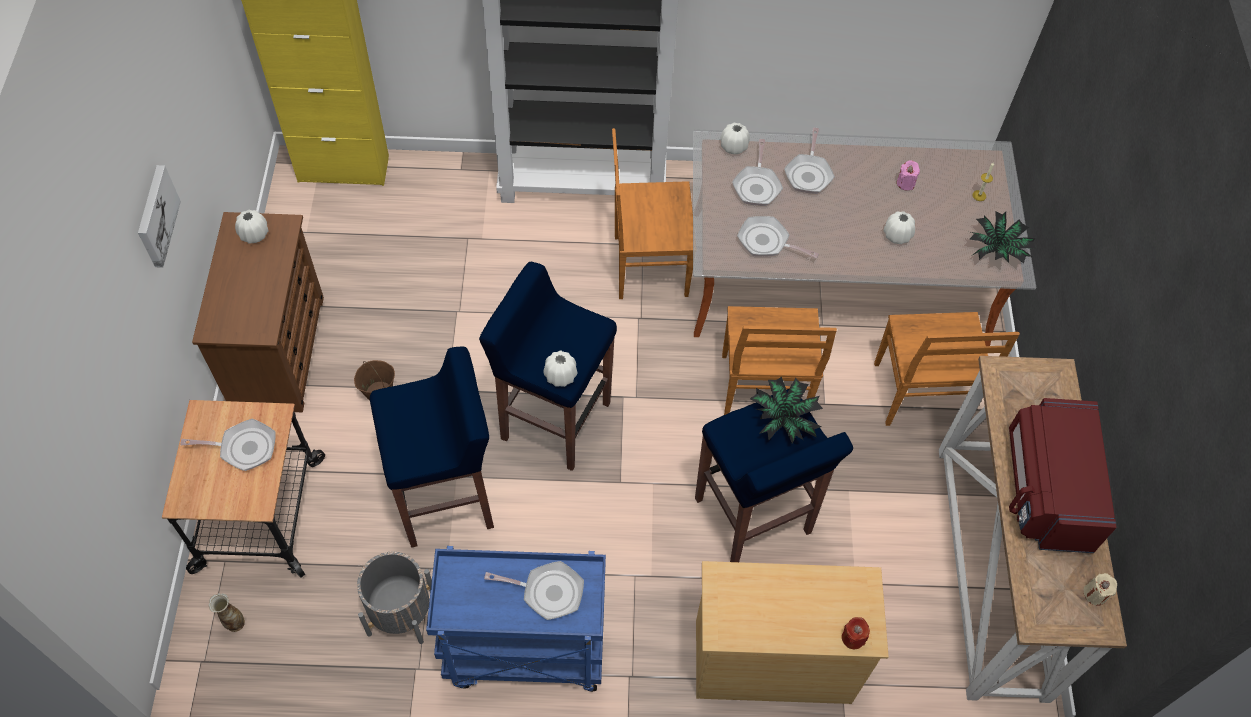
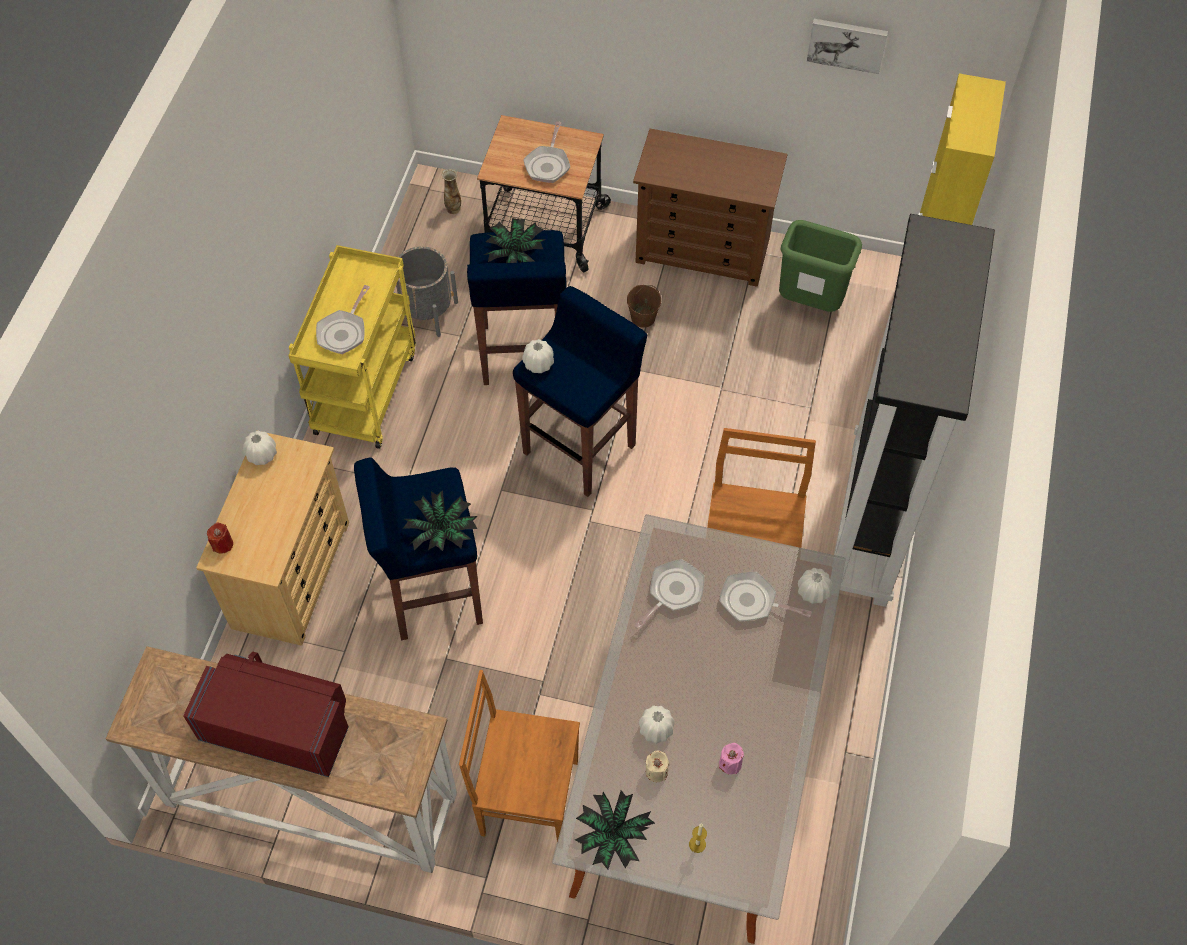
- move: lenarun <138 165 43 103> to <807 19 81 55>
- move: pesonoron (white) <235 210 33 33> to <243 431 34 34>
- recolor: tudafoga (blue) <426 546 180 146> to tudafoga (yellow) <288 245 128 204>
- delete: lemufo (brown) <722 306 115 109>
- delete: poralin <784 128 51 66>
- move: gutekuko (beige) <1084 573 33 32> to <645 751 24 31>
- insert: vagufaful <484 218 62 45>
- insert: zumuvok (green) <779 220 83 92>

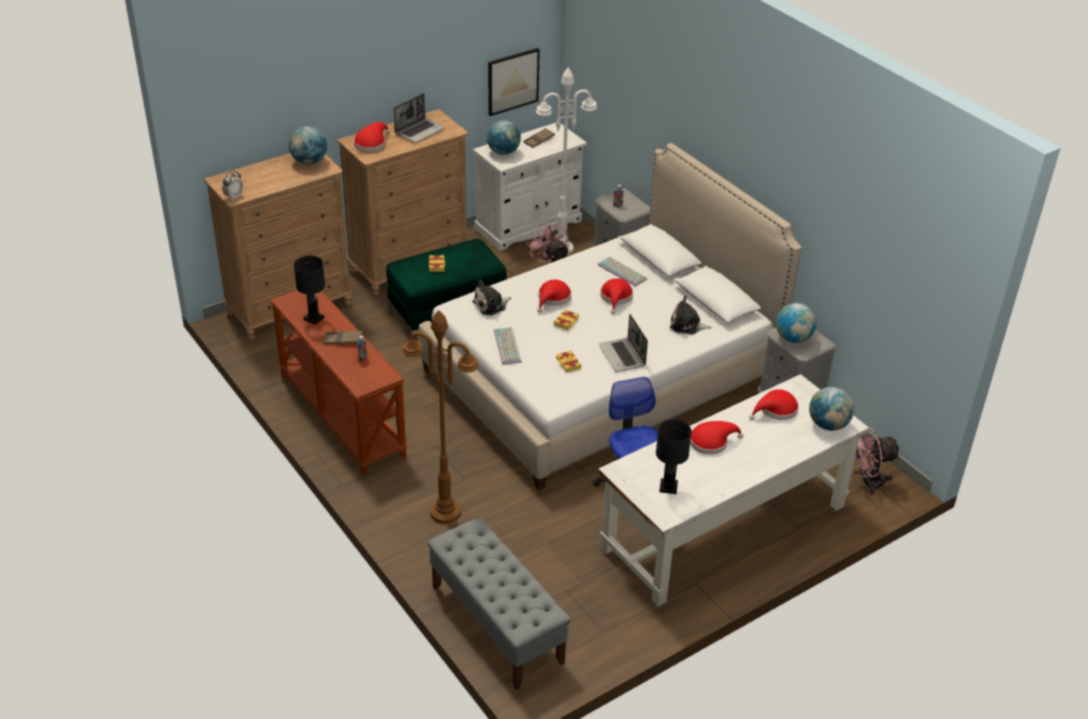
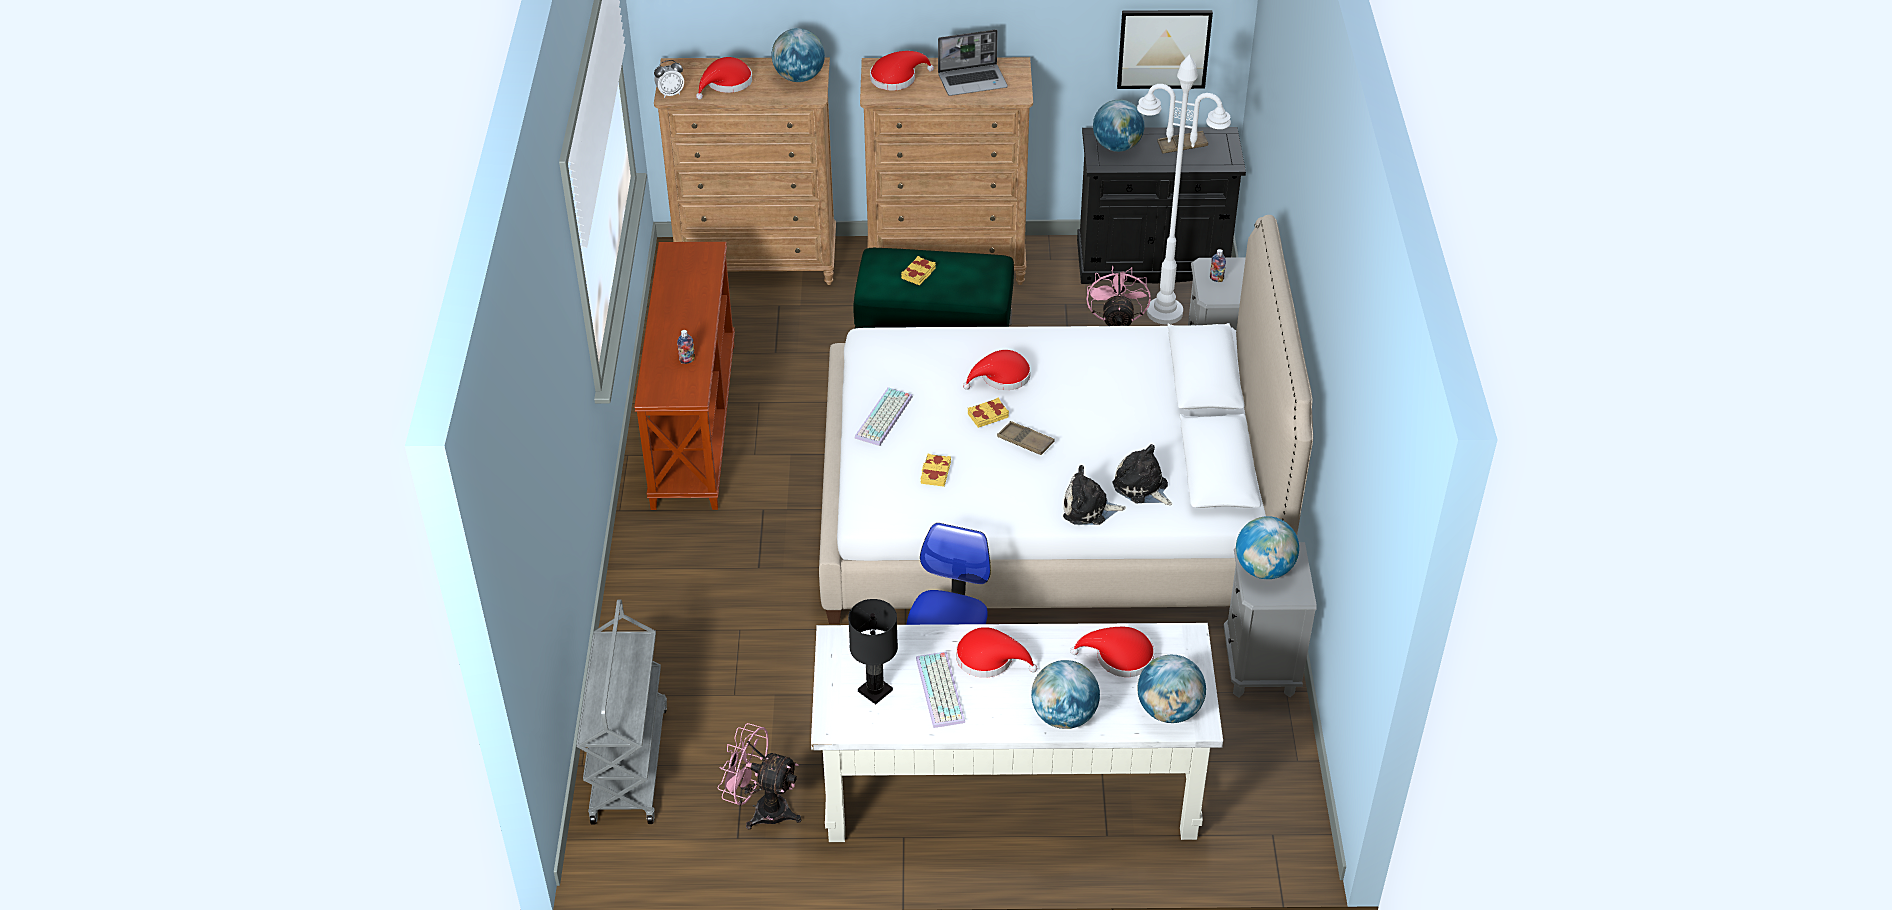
- delete: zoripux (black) <294 256 31 69>
- move: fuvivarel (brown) <323 331 40 13> to <997 421 57 34>
- delete: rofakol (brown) <403 310 76 214>
- replace: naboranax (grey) <428 518 143 172> to tudafoga (grey) <576 600 91 225>
- move: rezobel <472 279 39 37> to <1063 465 63 60>
- recolor: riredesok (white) <473 123 114 128> to riredesok (black) <1077 127 169 157>
- move: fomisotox <598 257 49 30> to <916 651 49 77>
- delete: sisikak <599 314 49 58>
- move: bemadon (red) <600 278 33 36> to <696 57 56 43>
- move: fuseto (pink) <854 427 46 68> to <717 723 84 107>
- insert: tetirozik <1031 660 69 69>

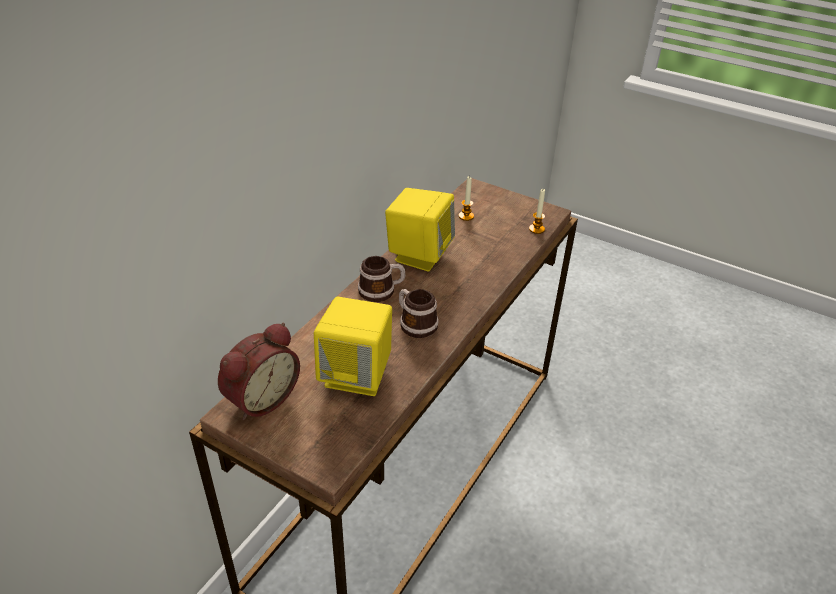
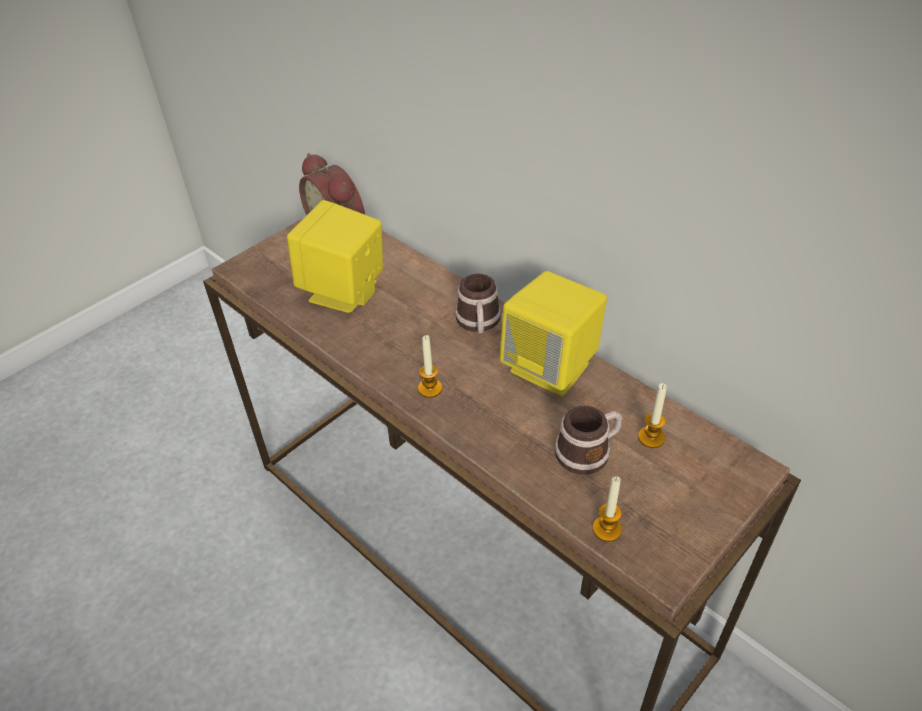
- move: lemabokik <399 289 40 49> to <555 405 67 70>
- insert: gutekuko <418 335 24 63>

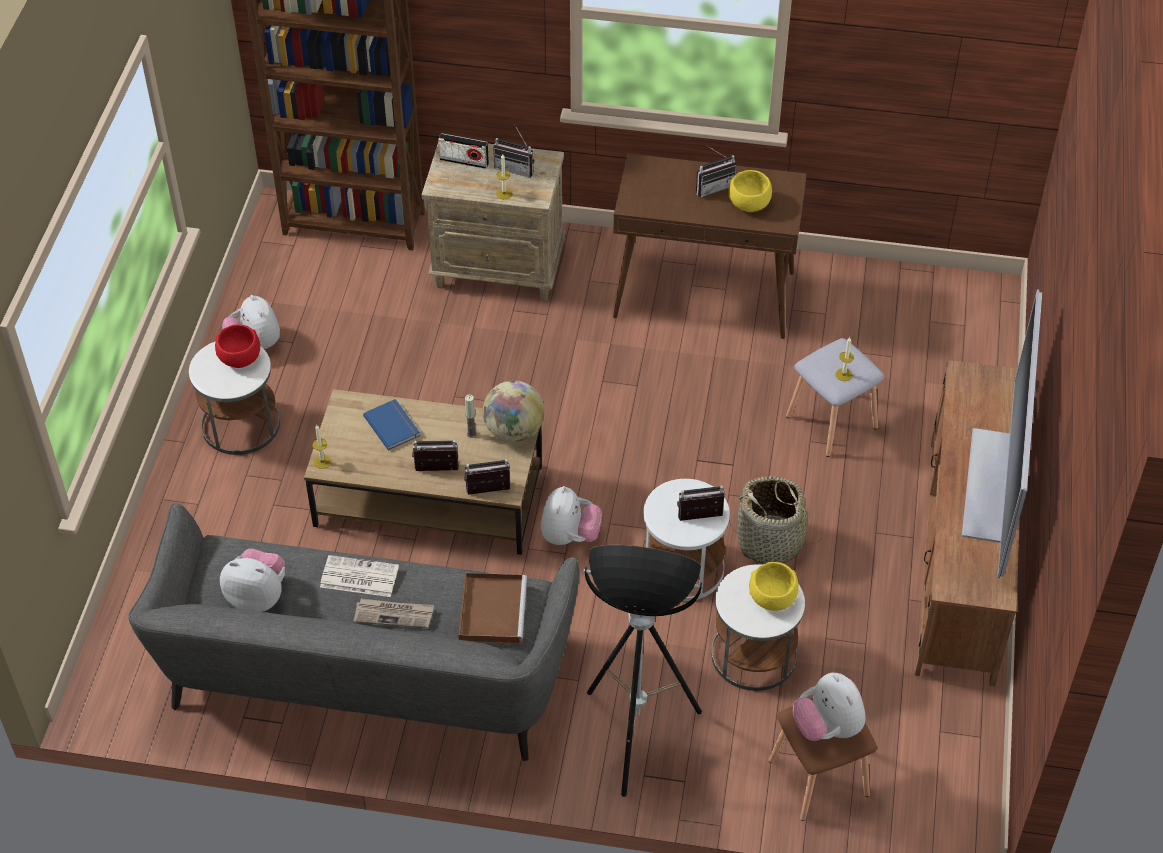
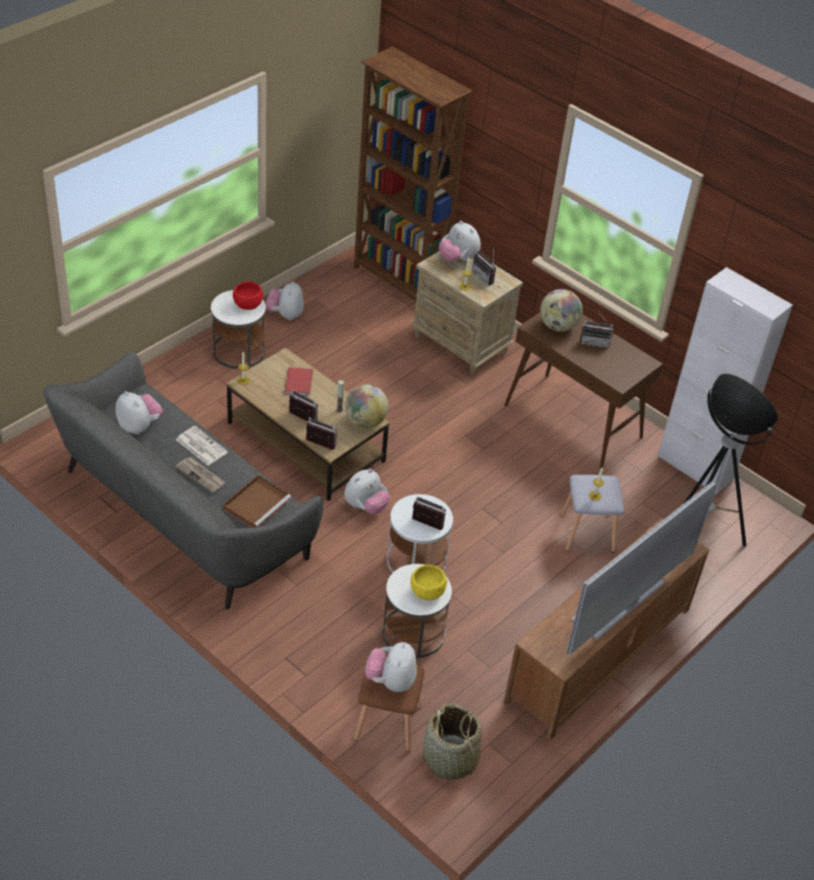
- recolor: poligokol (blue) <363 399 57 51> to poligokol (red) <284 367 29 29>
- replace: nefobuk <438 133 51 36> to rezobel <439 221 42 41>
- move: rofakol <583 545 120 252> to <684 373 94 174>
- delete: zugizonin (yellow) <728 170 44 42>
- move: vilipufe <730 476 90 88> to <423 703 59 77>
- insert: tetirozik <540 289 43 43>
- insert: riredesok (white) <657 267 136 228>

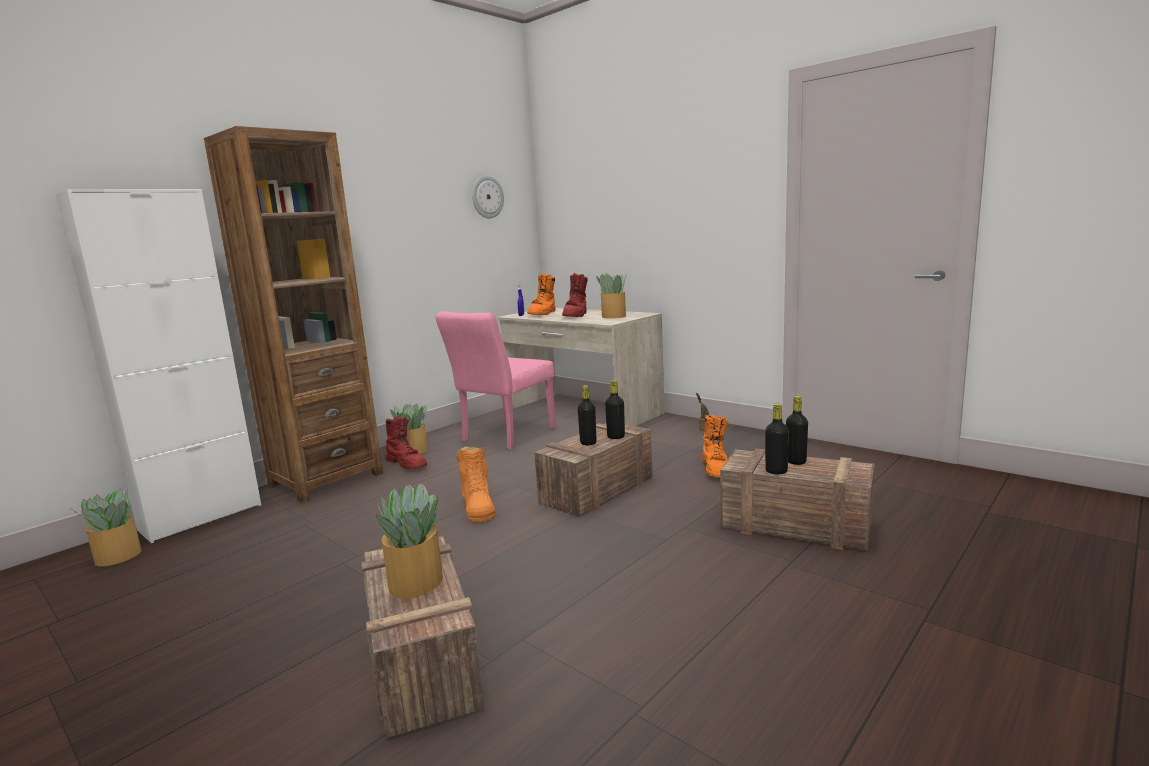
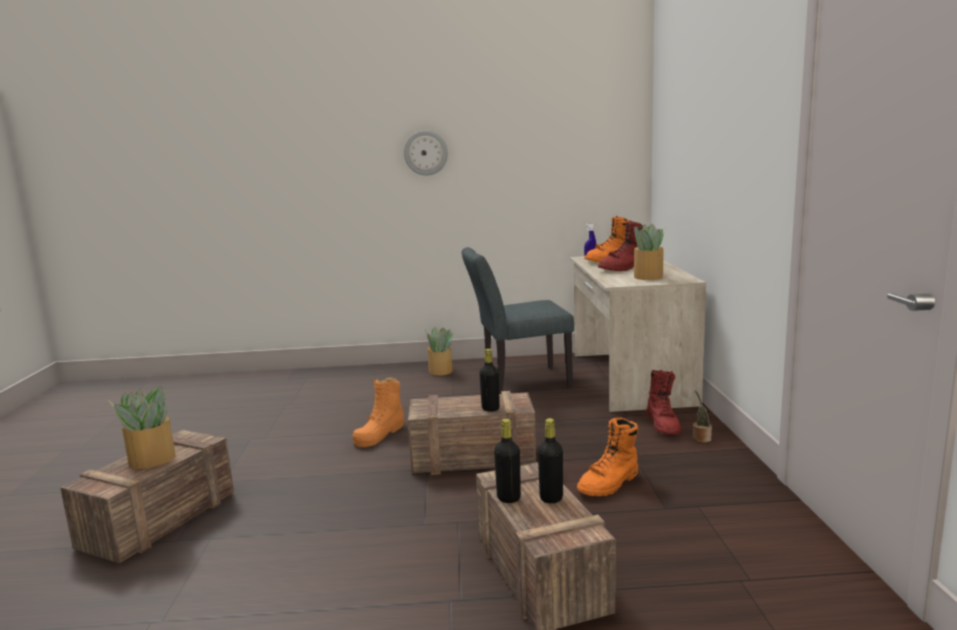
- delete: riredesok (white) <56 189 205 354>
- delete: vagufaful <73 489 68 77>
- delete: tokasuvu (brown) <204 126 179 377>
- move: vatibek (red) <386 416 41 53> to <646 370 35 64>
- recolor: lemufo (pink) <436 312 120 137> to lemufo (grey) <462 247 112 147>
- move: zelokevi <472 176 32 42> to <404 130 44 46>
- delete: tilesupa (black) <578 385 19 60>

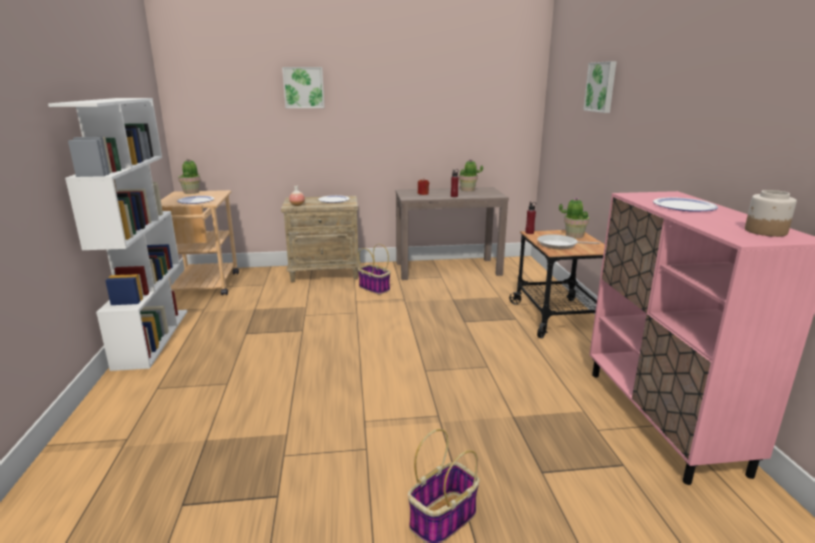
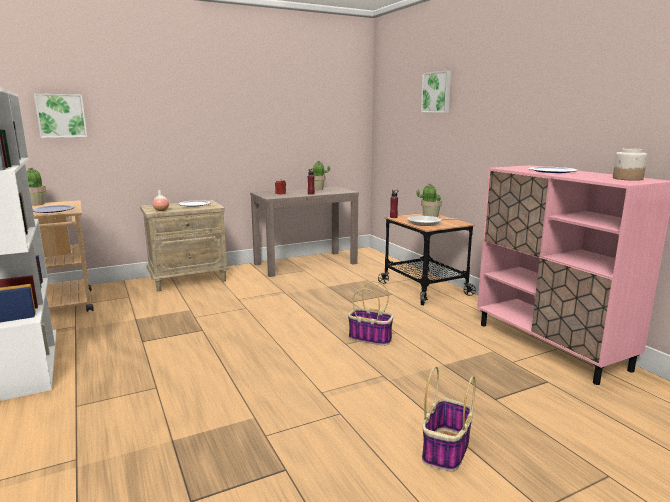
- move: lenarun <282 67 43 41> to <34 94 53 44>
- move: vilipufe <358 244 33 50> to <348 281 46 65>

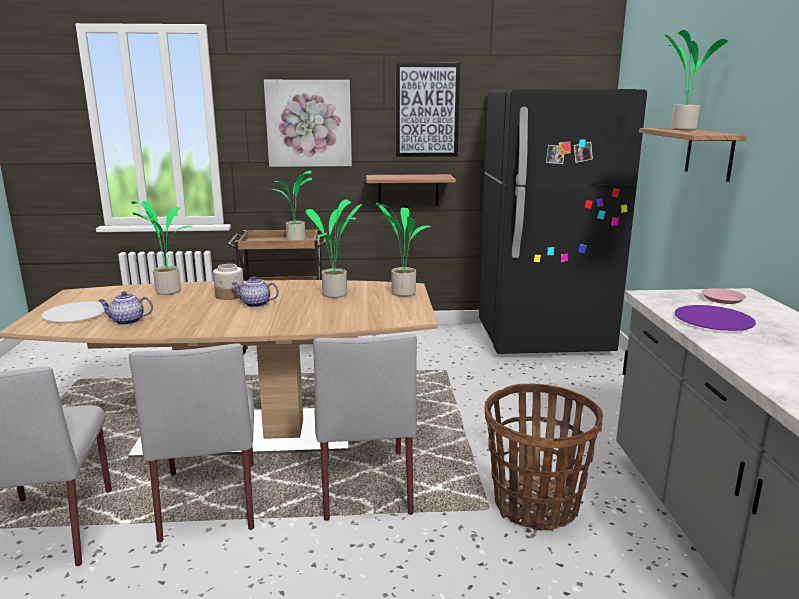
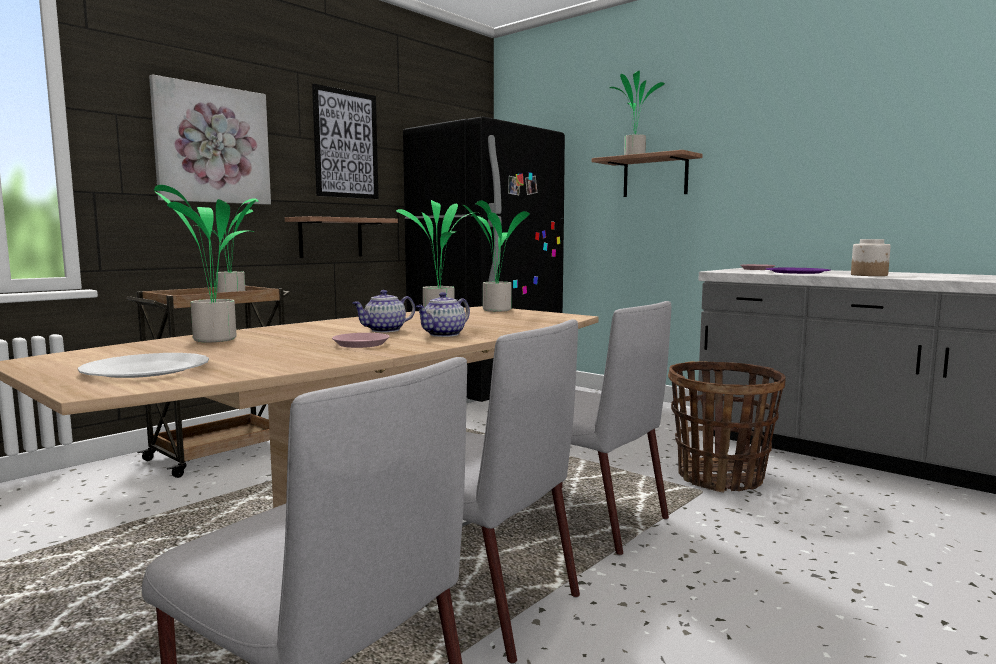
- move: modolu <98 291 55 34> to <416 292 54 45>
- move: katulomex <213 264 31 36> to <851 239 40 37>
- insert: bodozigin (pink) <332 333 58 15>

